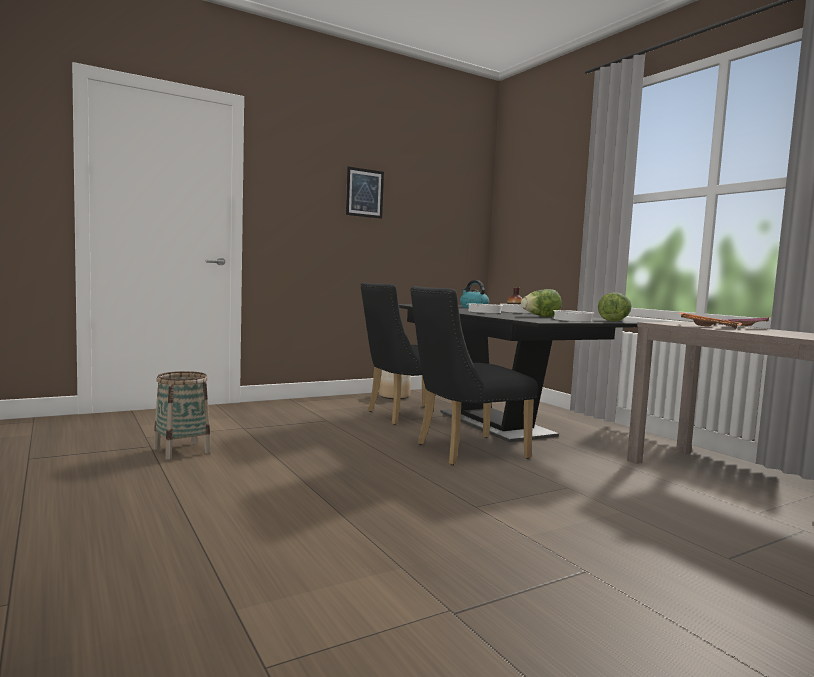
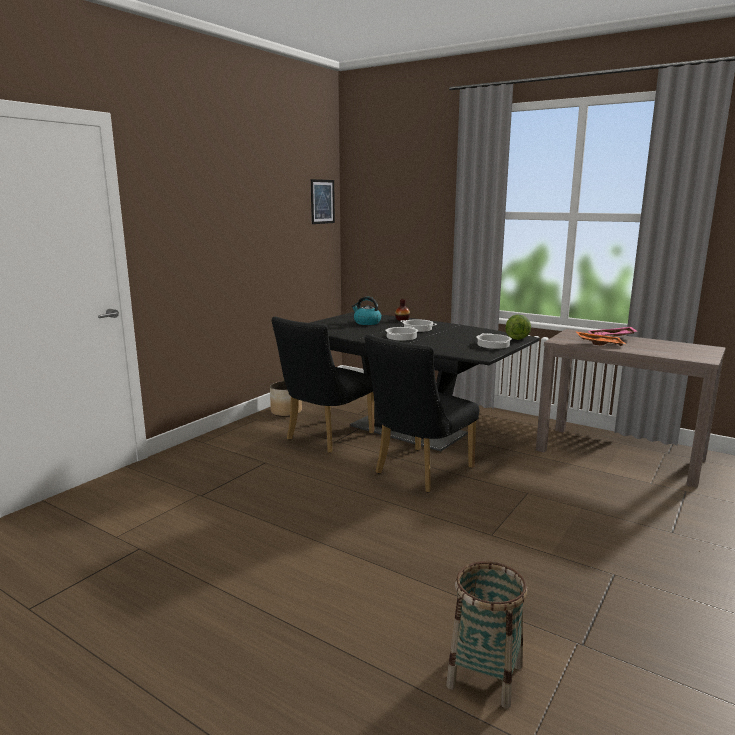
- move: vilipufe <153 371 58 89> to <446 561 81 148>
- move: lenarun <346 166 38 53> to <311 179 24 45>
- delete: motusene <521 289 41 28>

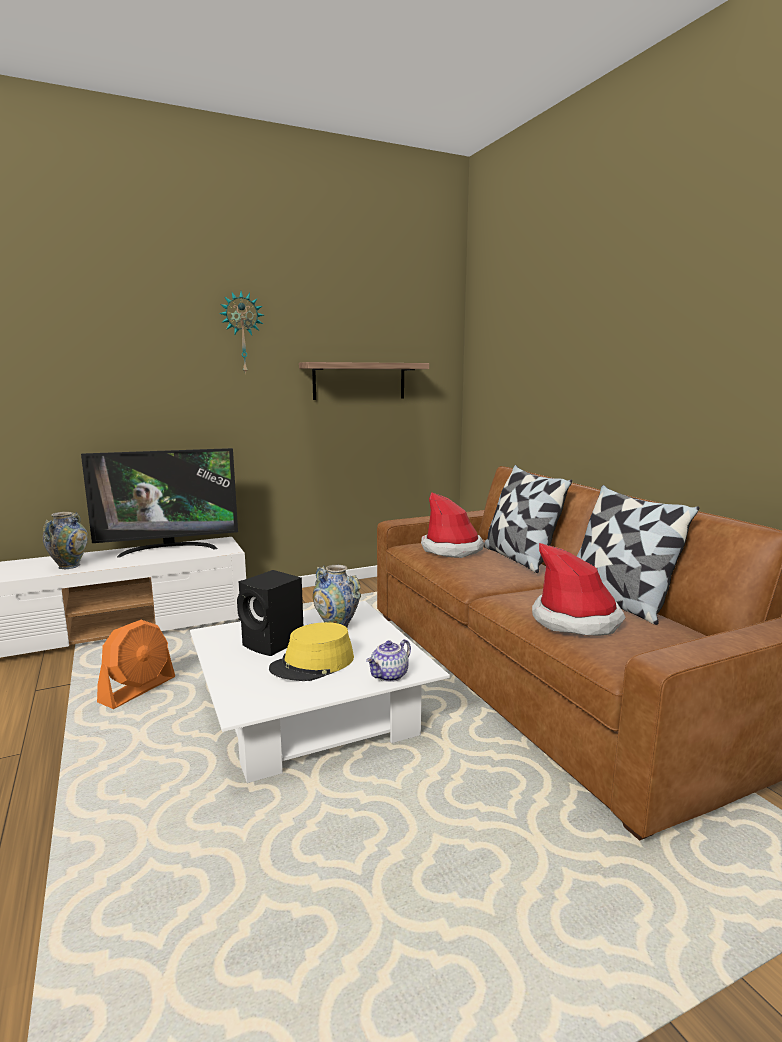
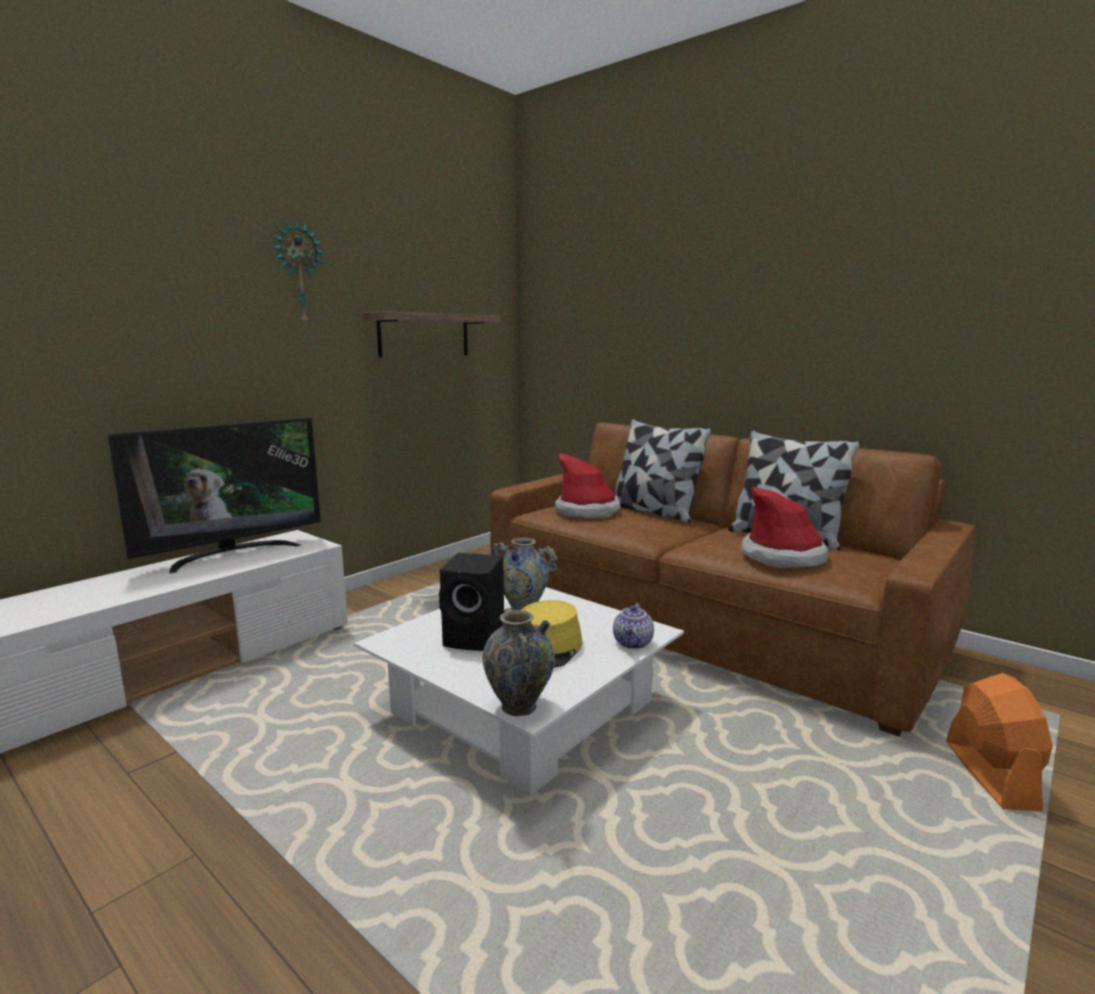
- move: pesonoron <43 512 45 57> to <483 607 72 110>
- move: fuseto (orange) <97 620 78 89> to <946 673 107 138>

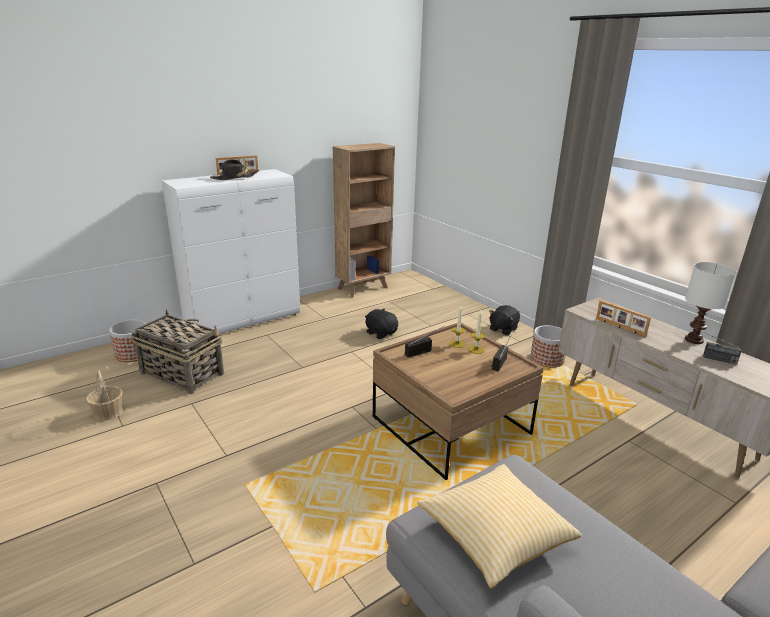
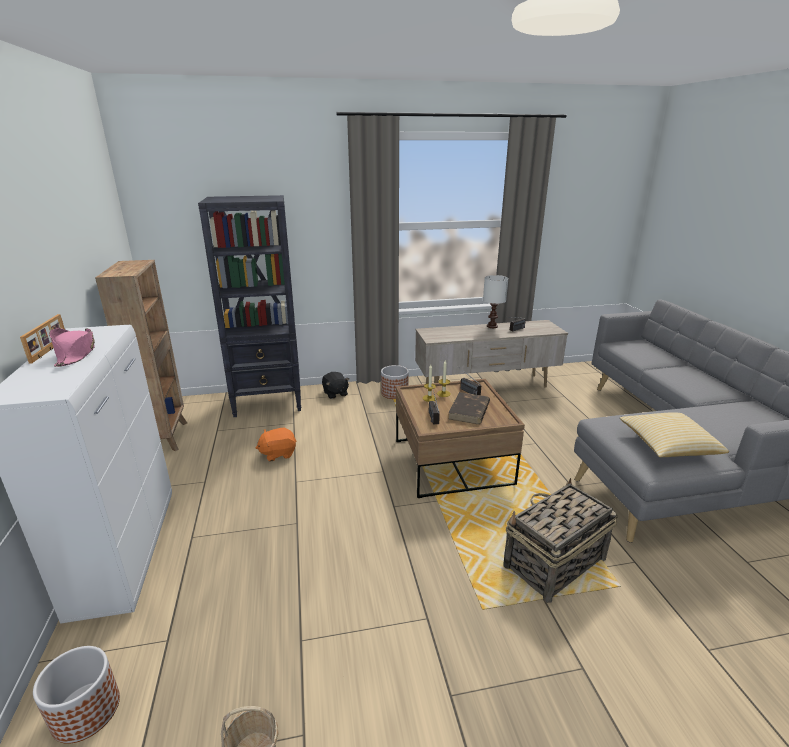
- move: vilipufe <131 309 93 85> to <503 478 115 125>
- recolor: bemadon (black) <210 159 49 21> to bemadon (pink) <49 328 46 39>
- recolor: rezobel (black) <365 308 33 31> to rezobel (orange) <256 427 40 35>
- delete: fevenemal <596 300 55 37>
- insert: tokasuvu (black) <198 195 103 222>
- insert: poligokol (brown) <448 392 42 32>

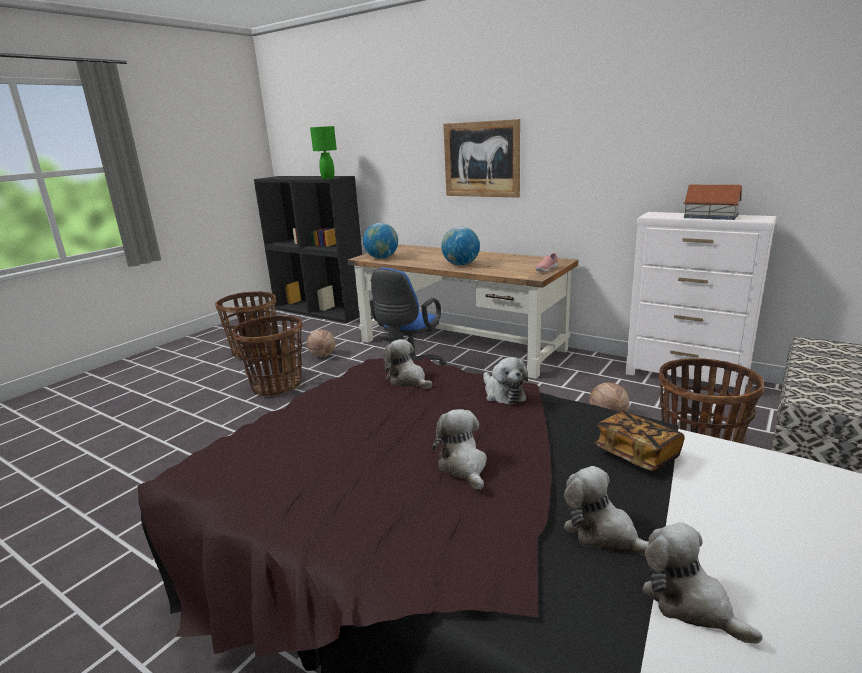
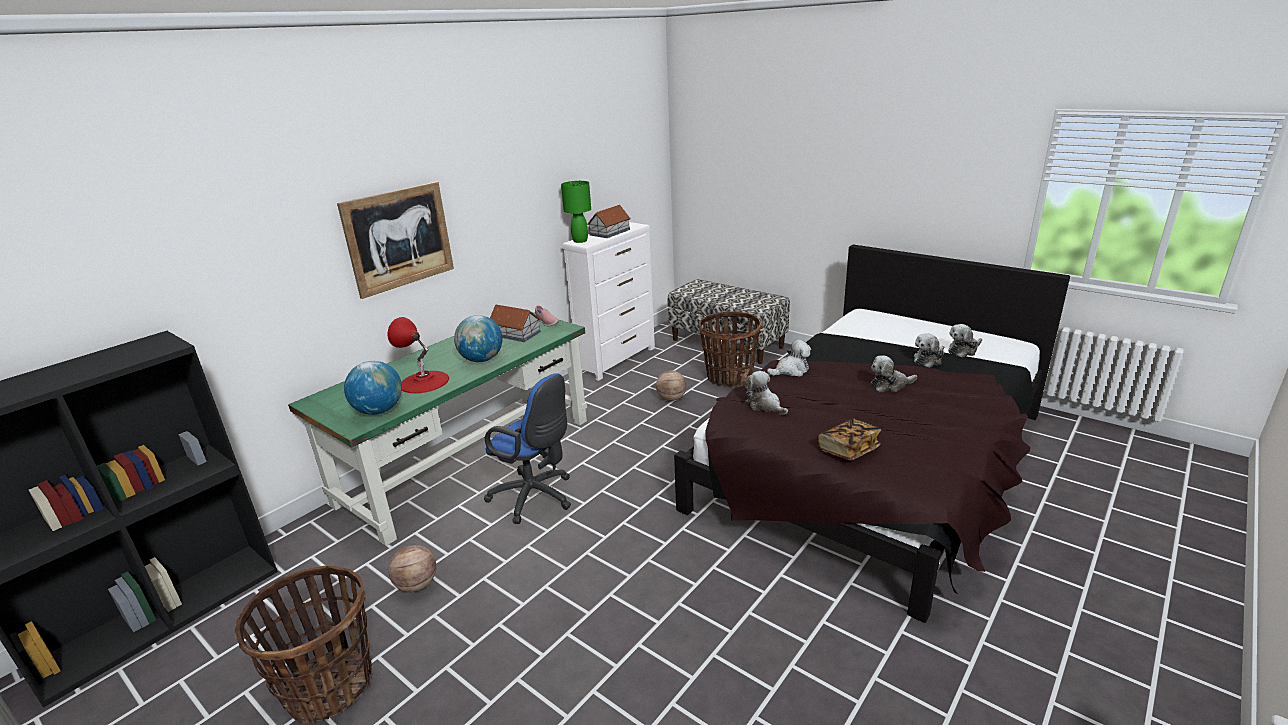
- delete: vilipufe <232 315 71 82>
- move: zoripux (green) <310 126 27 53> to <561 181 30 62>
- recolor: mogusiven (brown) <348 244 230 135> to mogusiven (green) <288 312 299 234>
- rotate: rezobel <383 339 49 50> = <744 371 44 44> 90 degrees clockwise
- move: poligokol <594 411 91 60> to <818 418 63 42>
- insert: zoripux (red) <387 317 62 77>
- insert: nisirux <490 305 51 37>

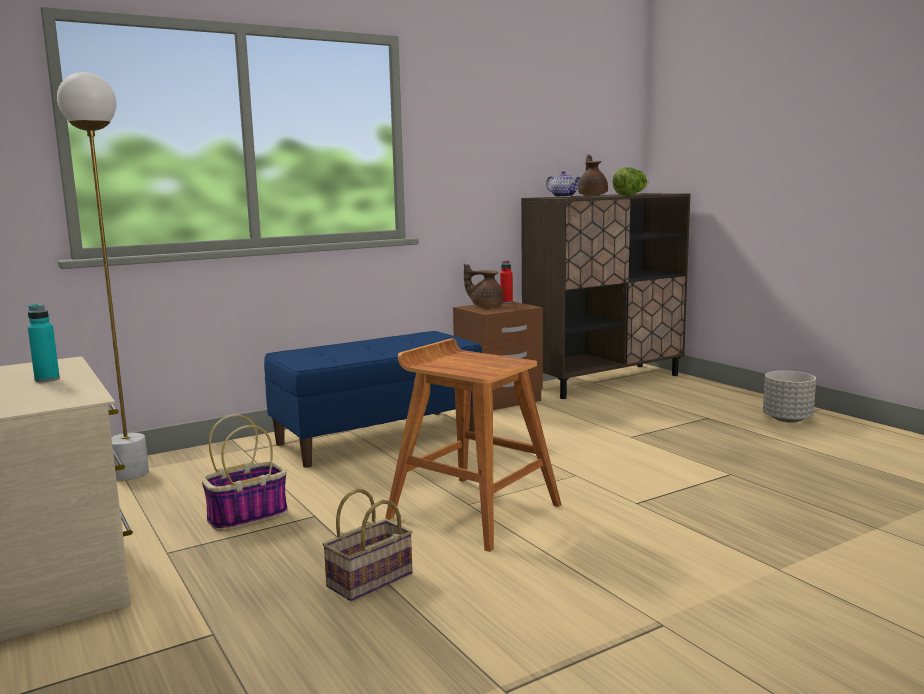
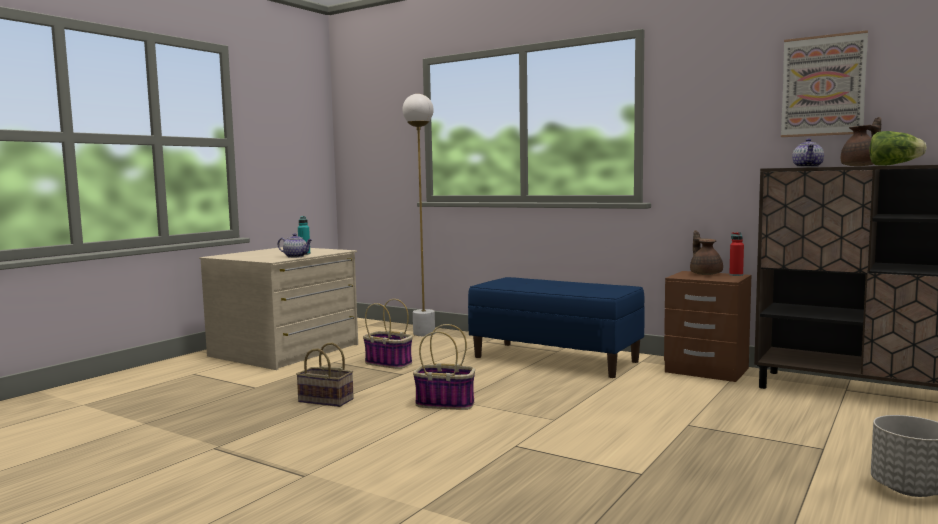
- replace: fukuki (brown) <385 339 177 213> to vilipufe <413 324 62 86>
- insert: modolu <278 233 34 25>
- insert: lenarun <781 30 87 107>

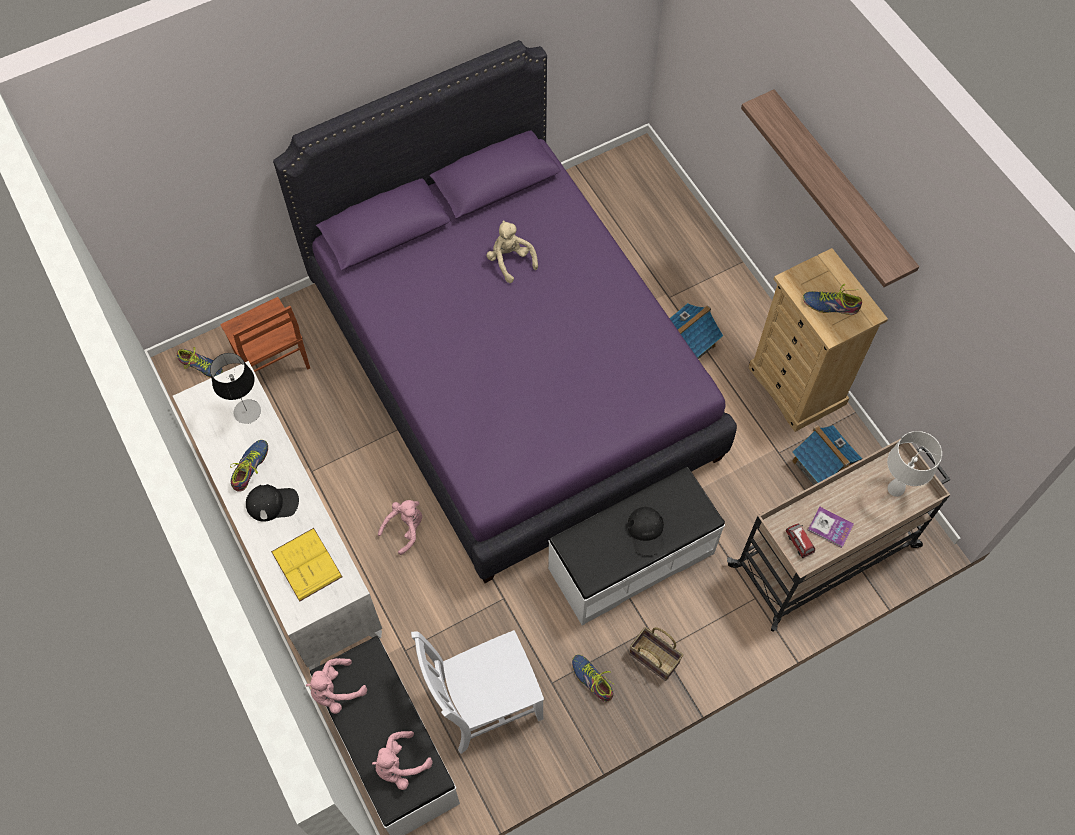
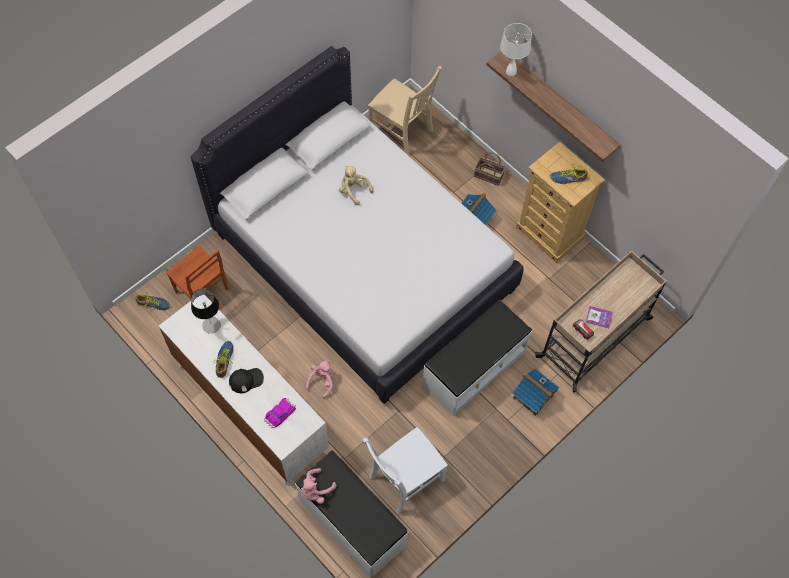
- replace: poligokol (yellow) <271 528 72 74> to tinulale <264 398 32 31>
- recolor: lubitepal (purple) <273 40 464 543> to lubitepal (white) <191 46 332 358>
- delete: rezobel (pink) <372 731 60 59>
- delete: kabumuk <572 654 43 48>
- delete: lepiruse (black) <627 507 37 48>
- move: vilipufe <629 627 54 54> to <474 152 32 34>
- move: nisirux <792 425 70 60> to <512 368 47 48>
- move: zoripux (white) <887 431 55 66> to <500 23 32 53>
- insert: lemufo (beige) <368 66 74 90>

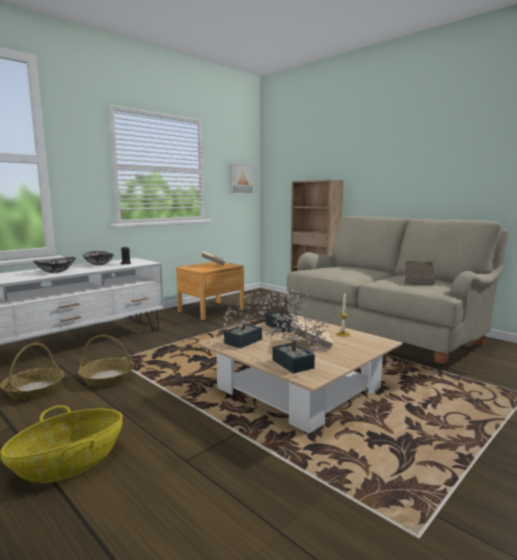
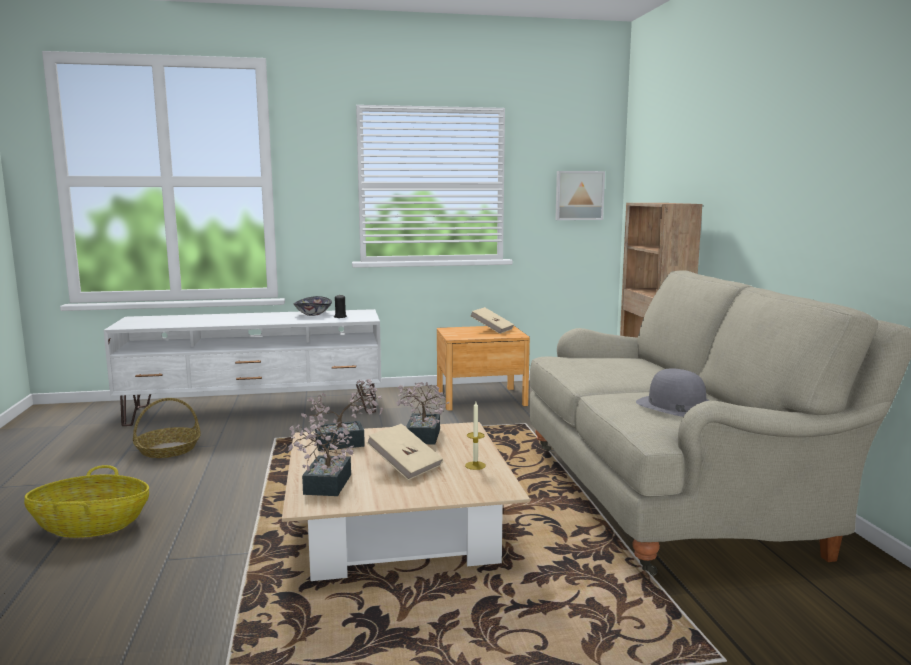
- delete: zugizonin <33 257 43 16>
- delete: vilipufe <78 335 56 51>
- replace: poligokol (brown) <405 261 30 24> to bemadon (grey) <636 369 74 48>

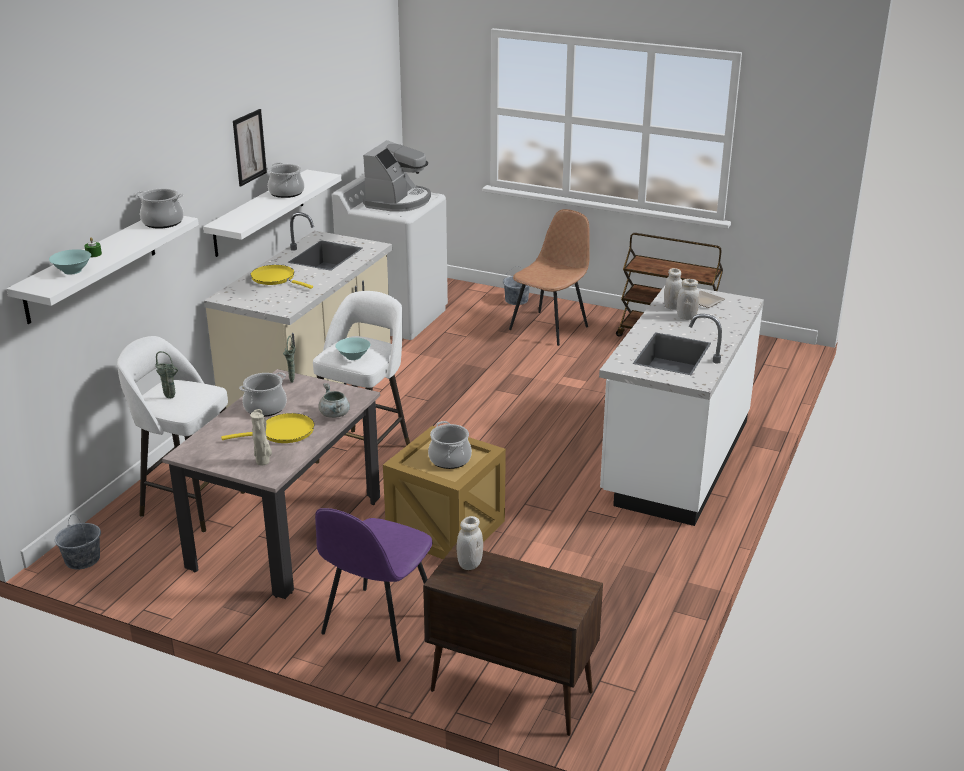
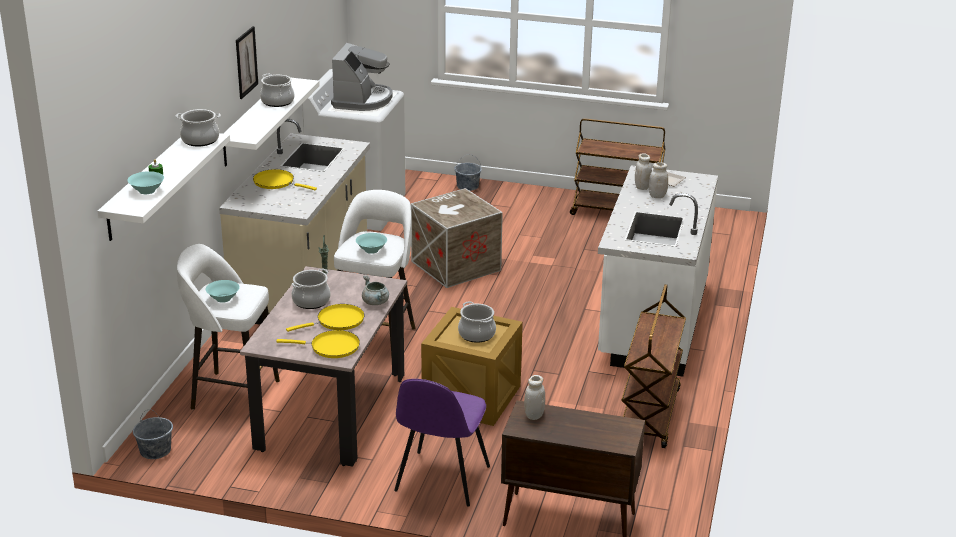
- replace: pesonoron (green) <155 351 23 47> to zugizonin (turquoise) <205 280 35 23>
- replace: pesonoron (beige) <250 409 22 56> to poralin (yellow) <276 330 84 28>
- delete: lemufo (brown) <509 209 81 137>
- insert: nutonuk <411 188 92 100>
- insert: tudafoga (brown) <621 284 65 164>

